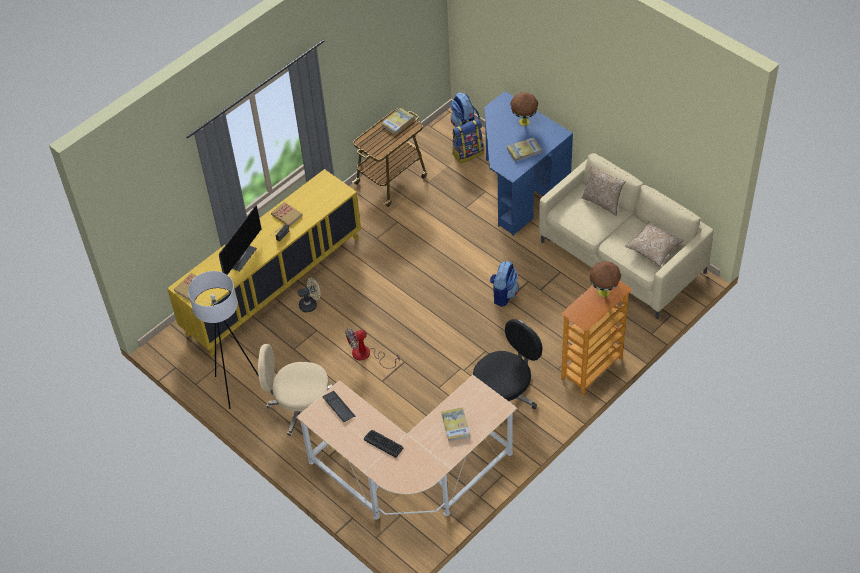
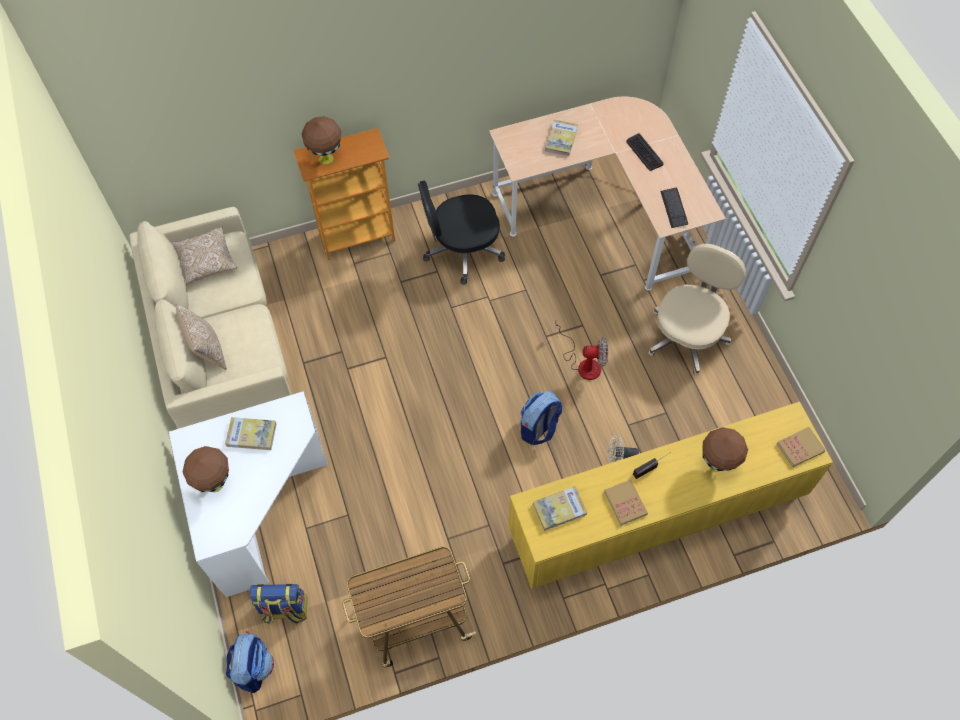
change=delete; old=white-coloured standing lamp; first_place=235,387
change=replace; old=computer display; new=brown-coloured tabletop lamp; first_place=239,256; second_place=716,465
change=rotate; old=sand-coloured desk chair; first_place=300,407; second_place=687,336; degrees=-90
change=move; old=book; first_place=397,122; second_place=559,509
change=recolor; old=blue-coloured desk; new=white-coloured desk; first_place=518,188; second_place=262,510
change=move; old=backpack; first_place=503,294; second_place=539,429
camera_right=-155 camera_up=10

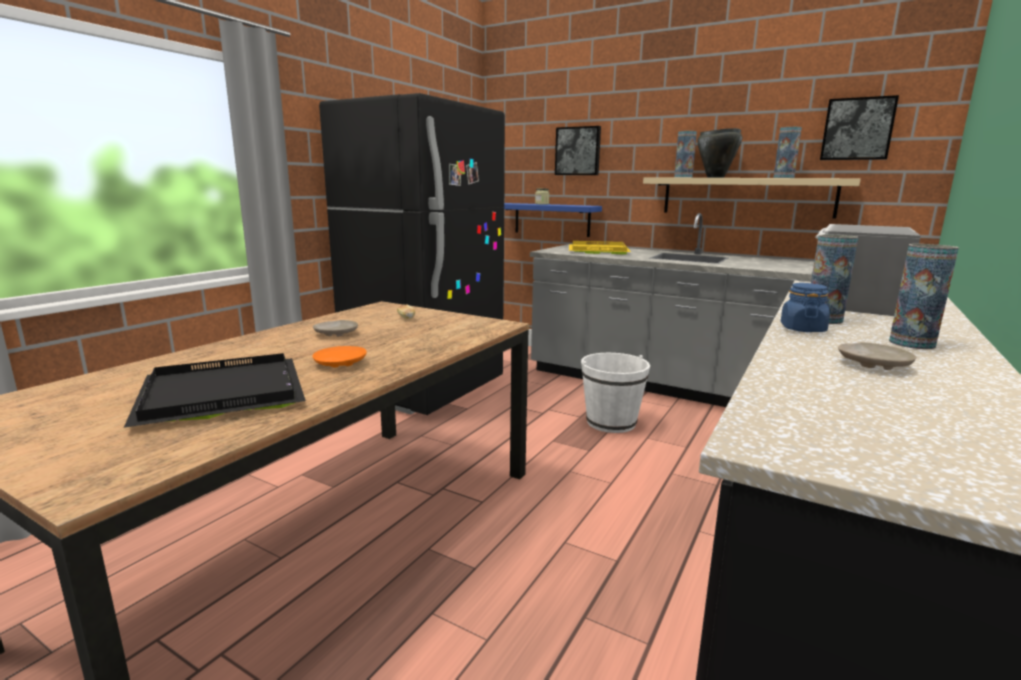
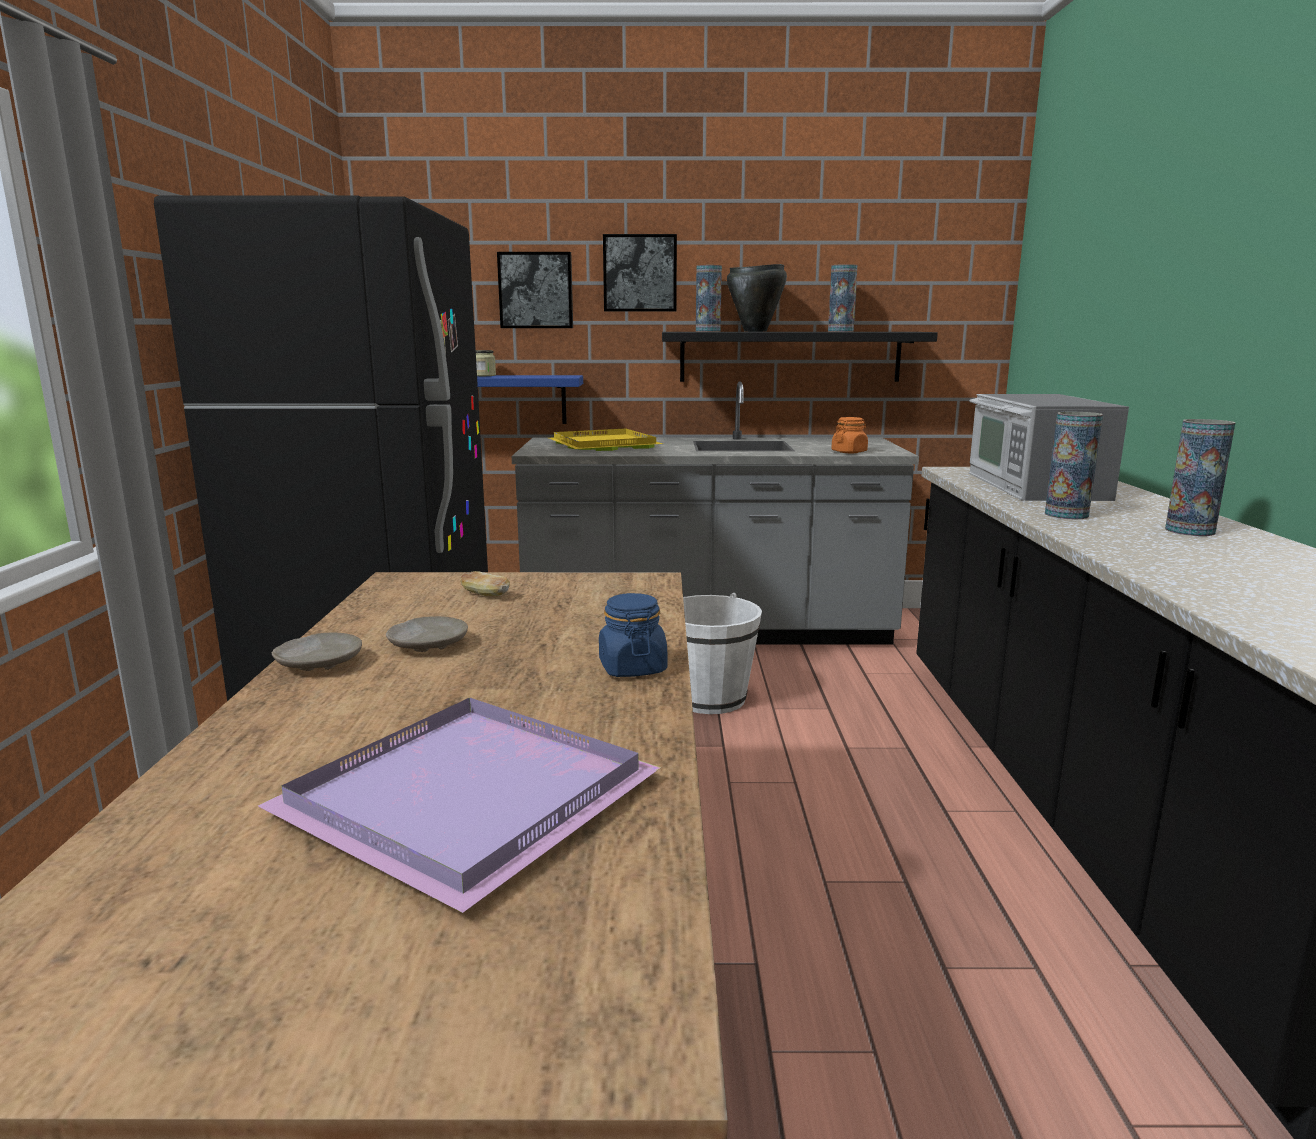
change=recolor; old=black-coloured serving tray; new=purplish serving tray; first_place=225,394; second_place=476,797
change=delete; old=orange-coloured dinner plate; first_place=340,364
change=recolor; old=sand-coloured wall shelf; new=black-coloured wall shelf; first_place=746,197; second_place=790,356
change=move; old=blue-coloured storage jar; first_place=802,329; second_place=632,668
change=move; old=wall picture; first_place=857,129; second_place=640,273
change=move; old=sand-coloured dinner plate; first_place=873,364; second_place=320,663
change=insert; new=orange-coloured storage jar; second_place=849,452
camera_right=-30 camera_up=0

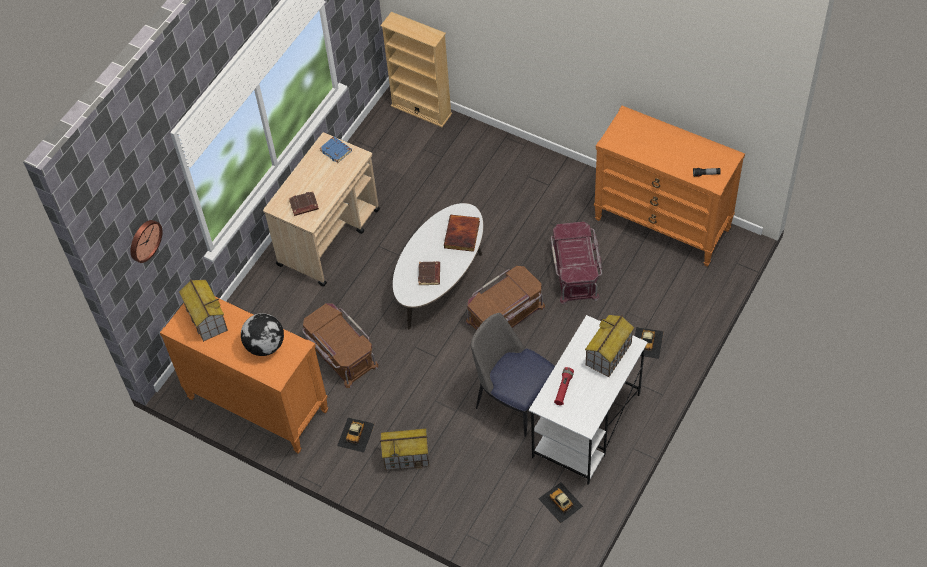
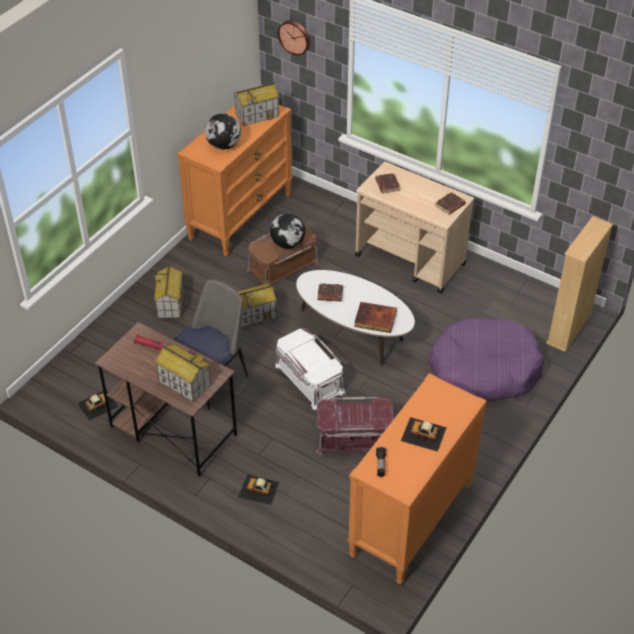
change=recolor; old=blue-coloured book; new=brown-coloured book; first_place=336,151; second_place=450,205
change=move; old=toy car; first_place=356,434; second_place=423,434
change=recolor; old=brown-coloured storage bin; new=white-coloured storage bin; first_place=505,314; second_place=308,379
change=recolor; old=white-coloured desk; new=brown-coloured desk; first_place=586,426; second_place=172,430
change=insert; new=toy house; second_place=254,314
change=insert; new=world globe; second_place=288,243
change=insert; new=purplish dog bed; second_place=484,369
camera_right=90 camera_up=-10

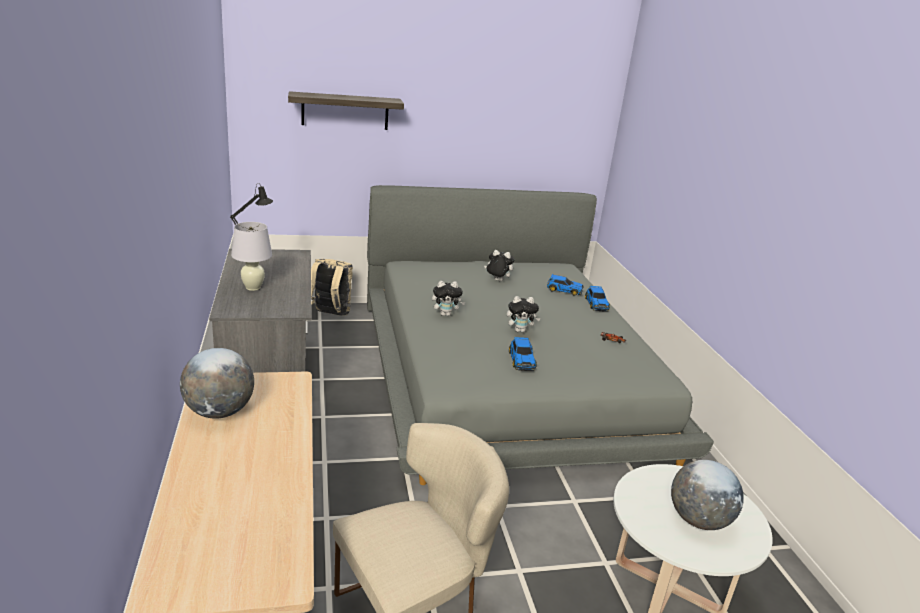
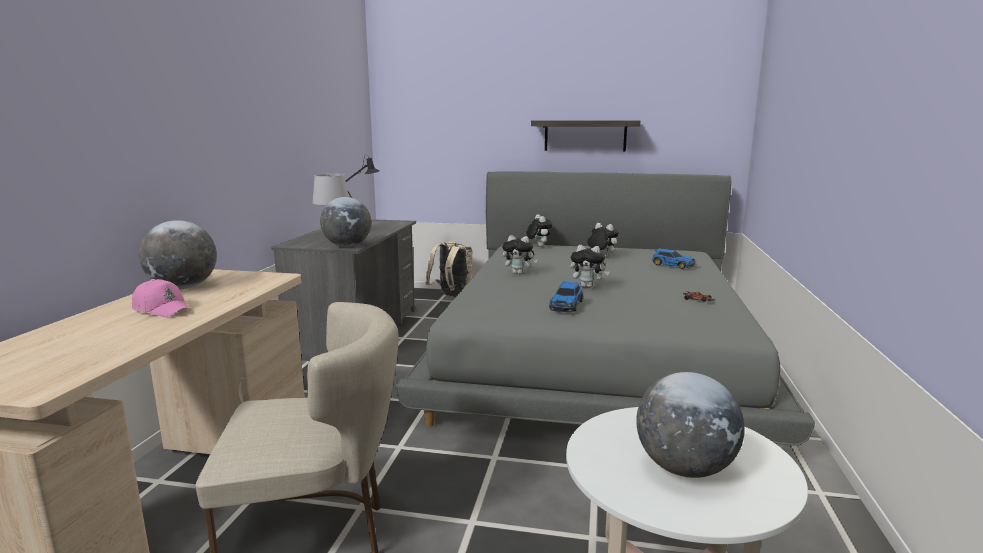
change=move; old=wall shelf; first_place=345,111; second_place=585,135
change=delete; old=toy car; first_place=596,304
change=insert; new=pinkish cap; second_place=162,309
change=insert; new=world globe; second_place=347,246
change=insert; new=cuddly toy; second_place=538,246
camera_right=25 camera_up=-10

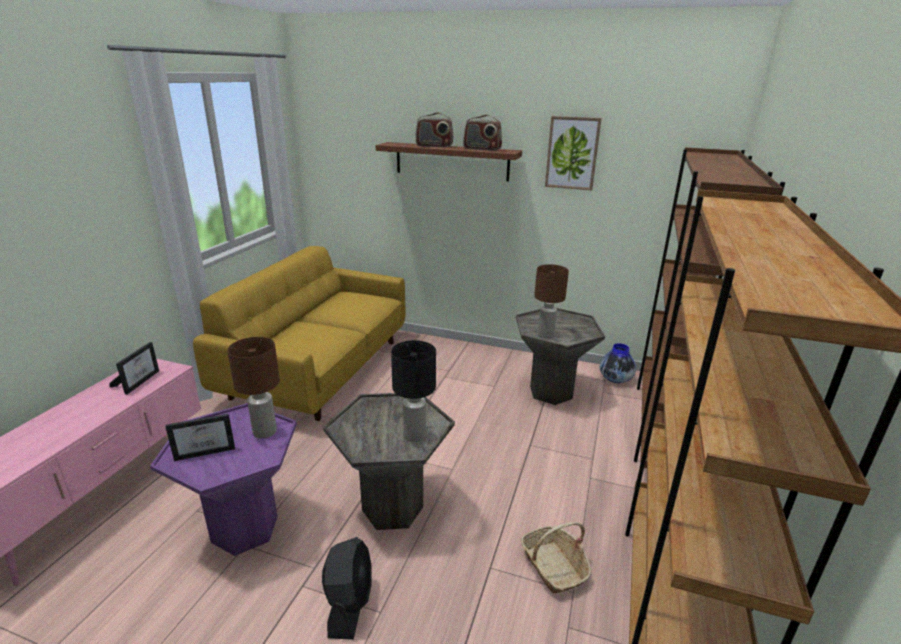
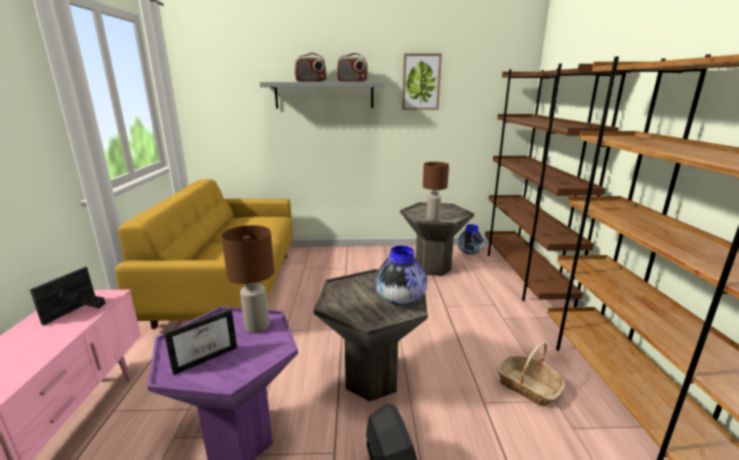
change=rotate; old=photo frame; first_place=139,381; second_place=73,313; degrees=-150
change=recolor; old=brown-coloured wall shelf; new=gray wall shelf; first_place=451,161; second_place=324,95
change=replace; old=black-coloured tabletop lamp; new=decorative vase; first_place=415,435; second_place=400,299
camera_right=-20 camera_up=-5

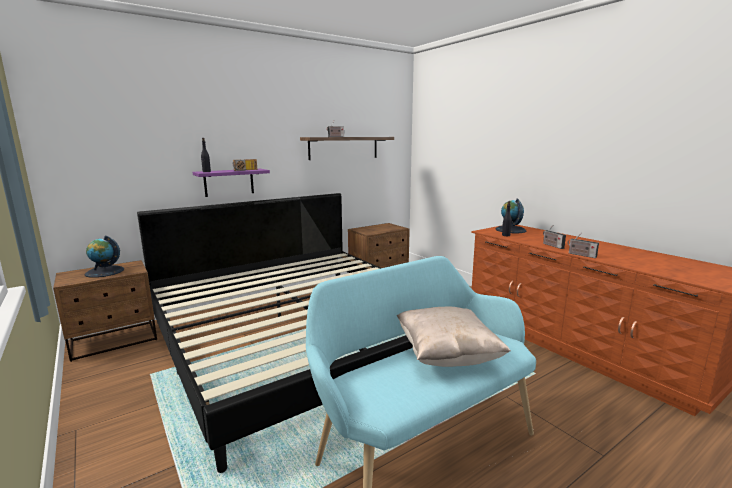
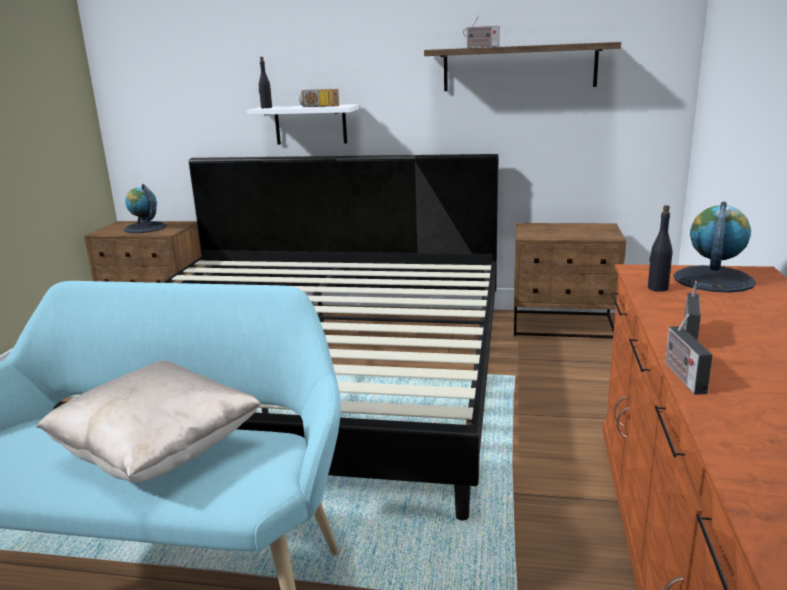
change=recolor; old=purplish wall shelf; new=white-coloured wall shelf; first_place=229,182; second_place=310,124
camera_right=45 camera_up=5

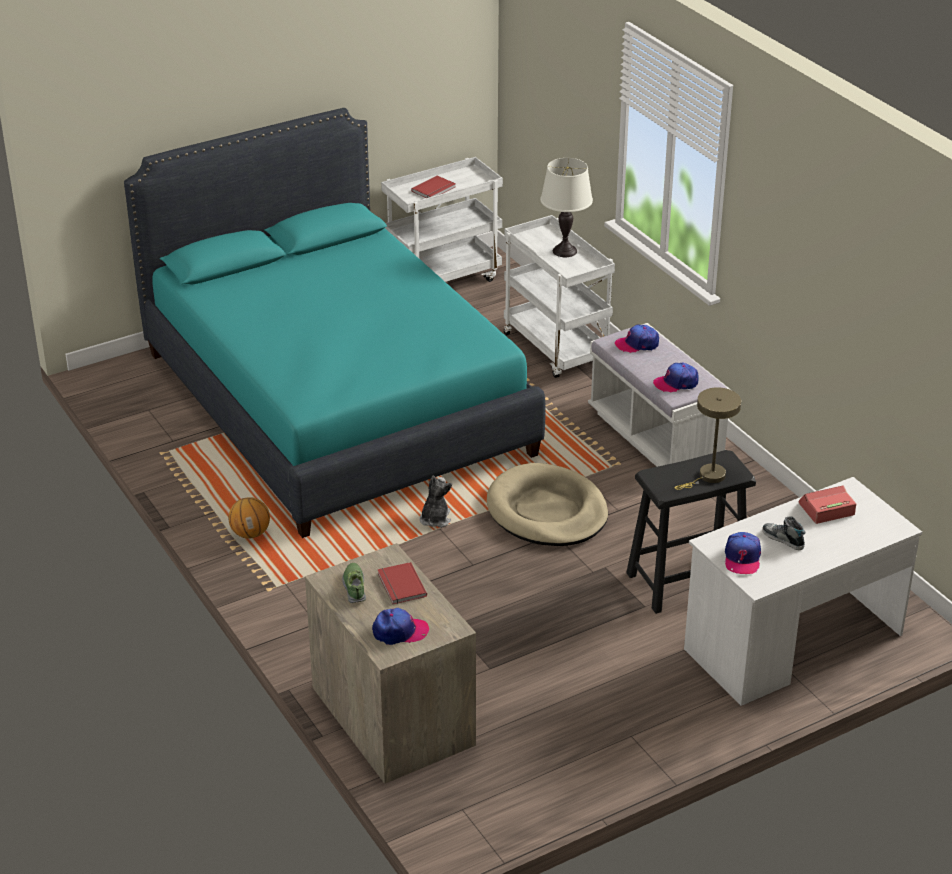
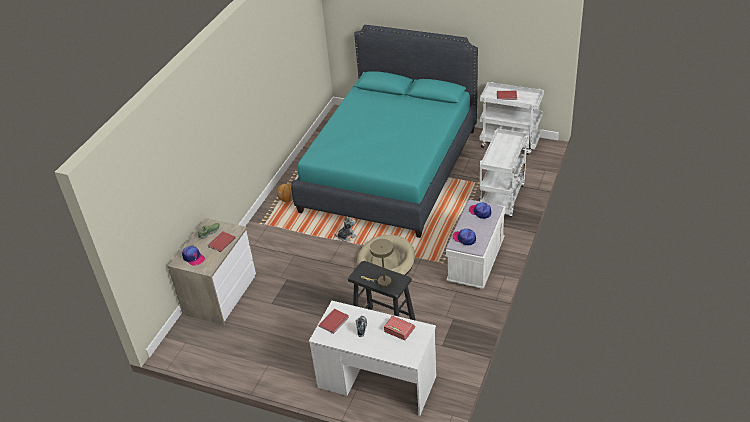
change=delete; old=white-coloured tabletop lamp; first_place=564,251
change=replace; old=cap; new=red-coloured book; first_place=742,558; second_place=334,322
camera_right=55 camera_up=5

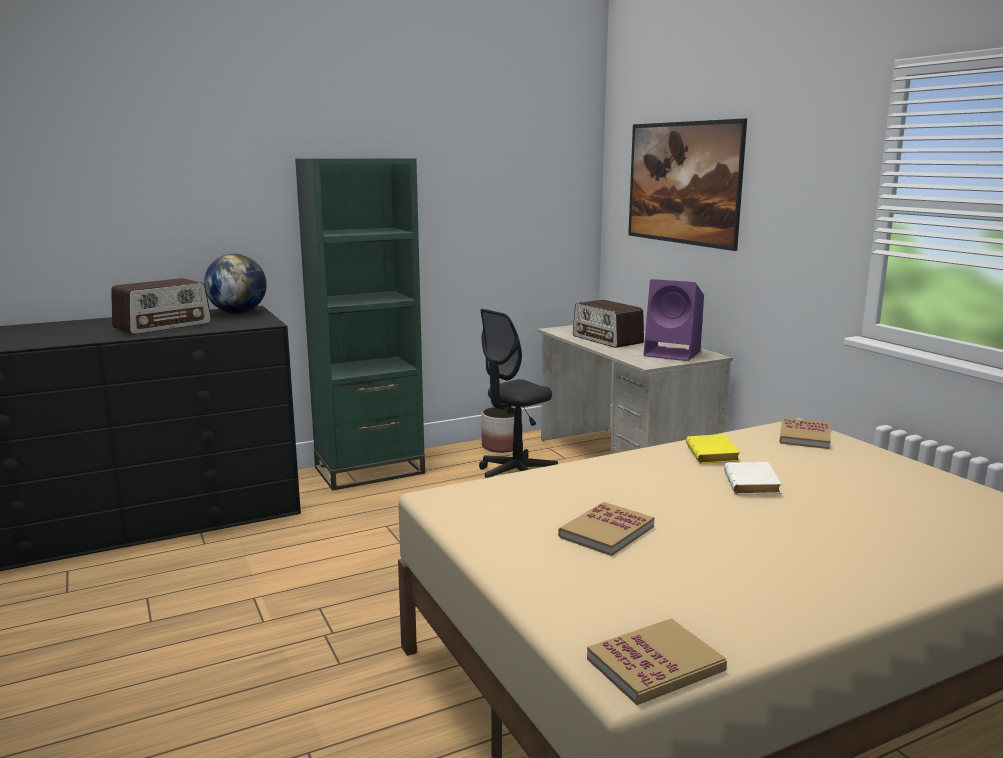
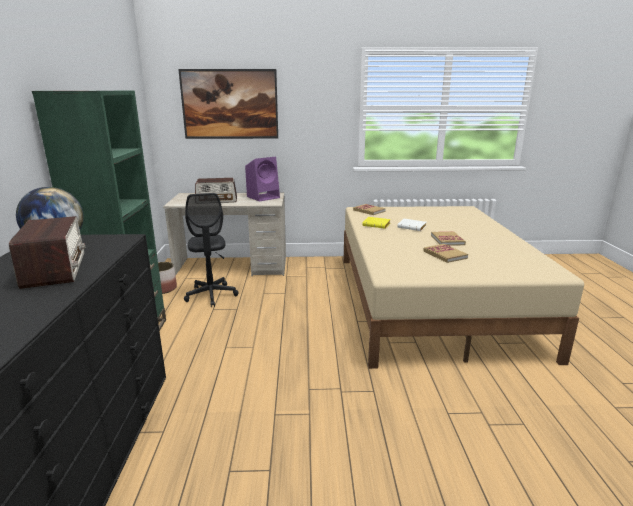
change=move; old=book; first_place=655,665; second_place=447,240
camera_right=-65 camera_up=5

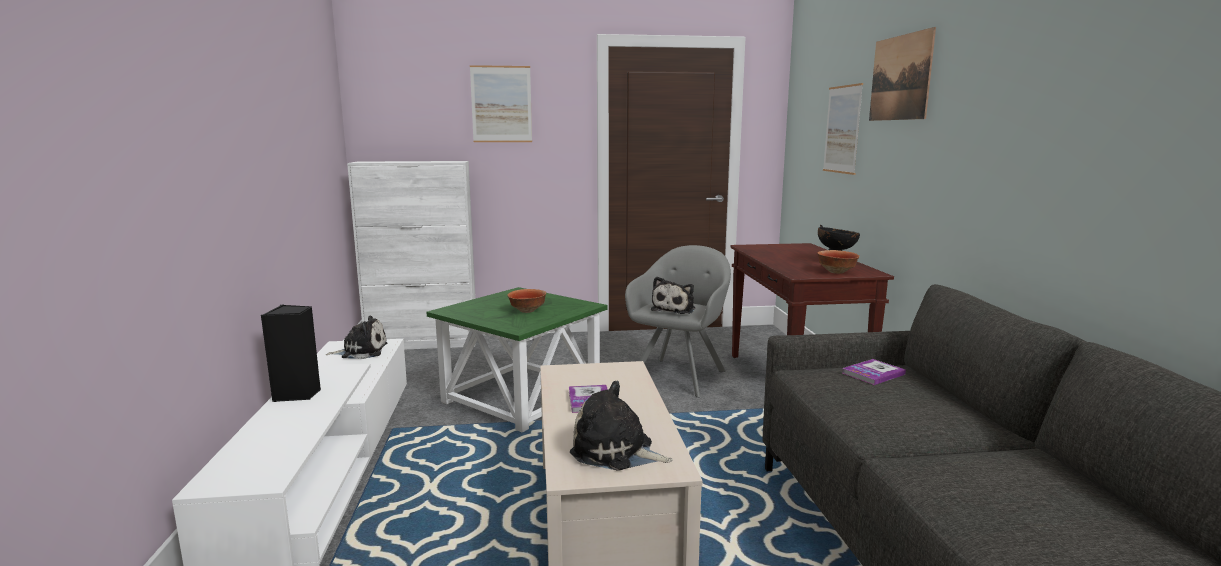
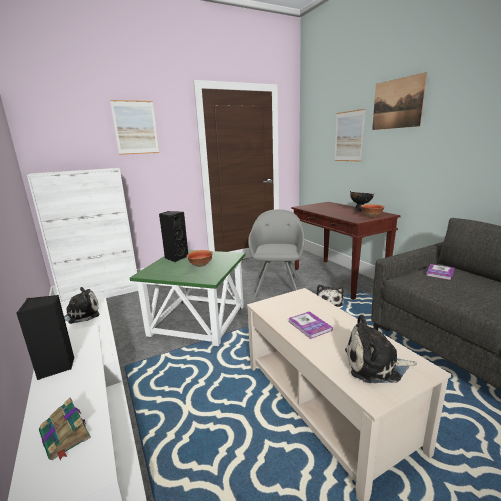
change=move; old=cuddly toy; first_place=675,309; second_place=328,301
change=insert; new=book; second_place=65,436
change=insert; new=black-coloured loudspeaker; second_place=176,258
camera_right=-20 camera_up=5

